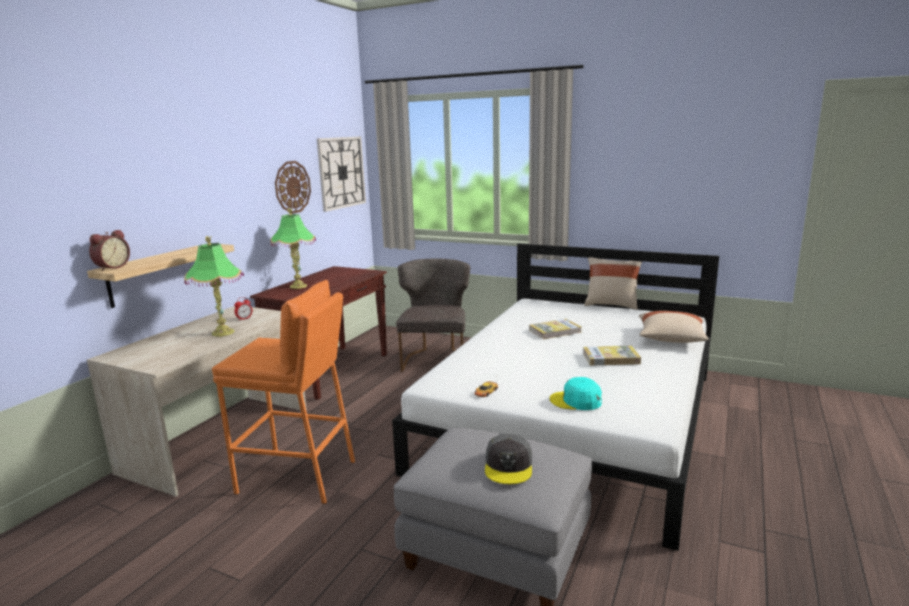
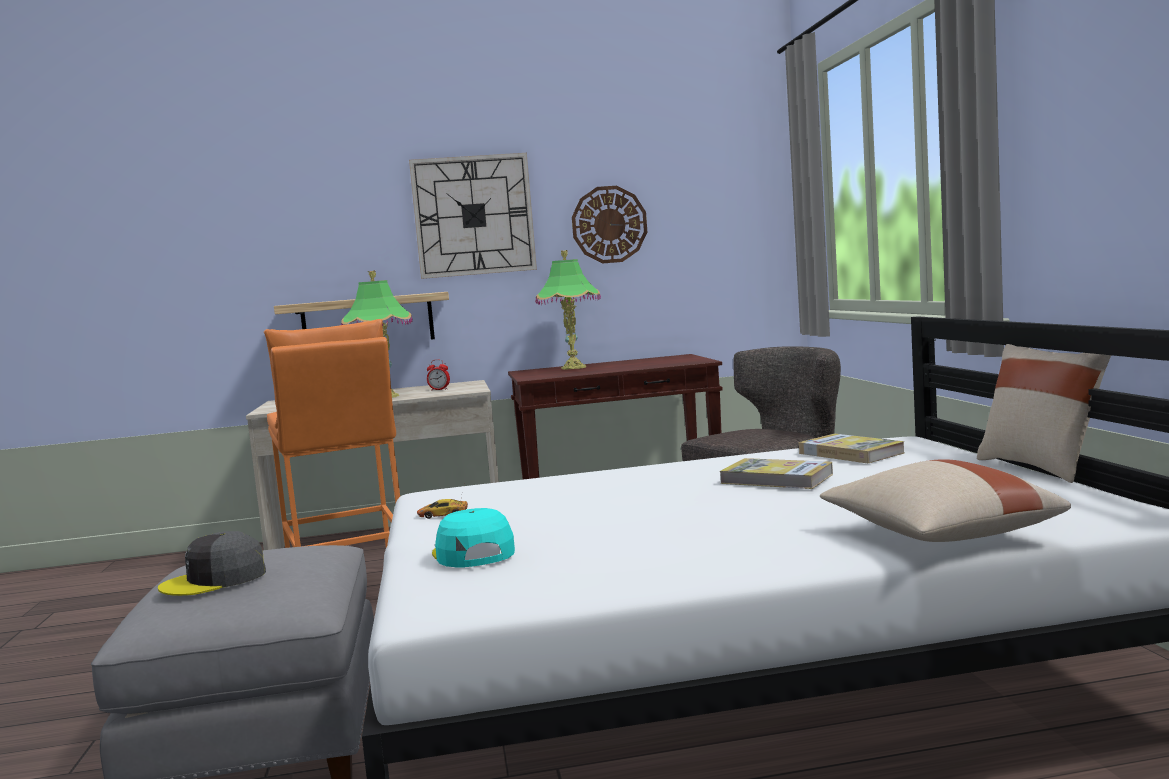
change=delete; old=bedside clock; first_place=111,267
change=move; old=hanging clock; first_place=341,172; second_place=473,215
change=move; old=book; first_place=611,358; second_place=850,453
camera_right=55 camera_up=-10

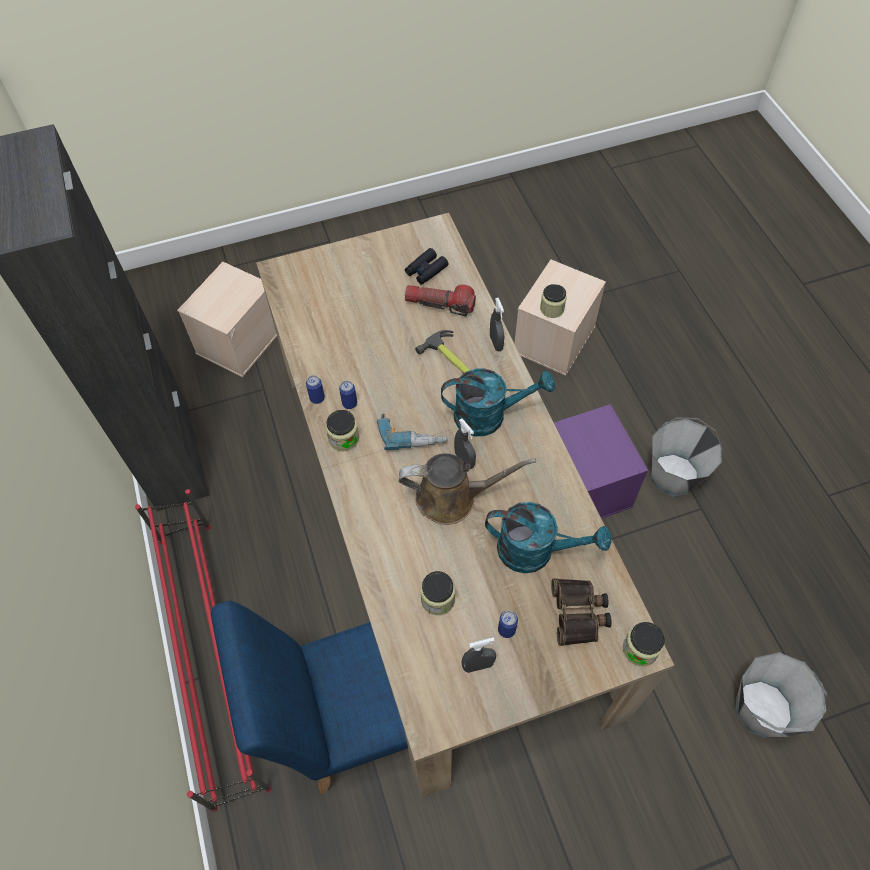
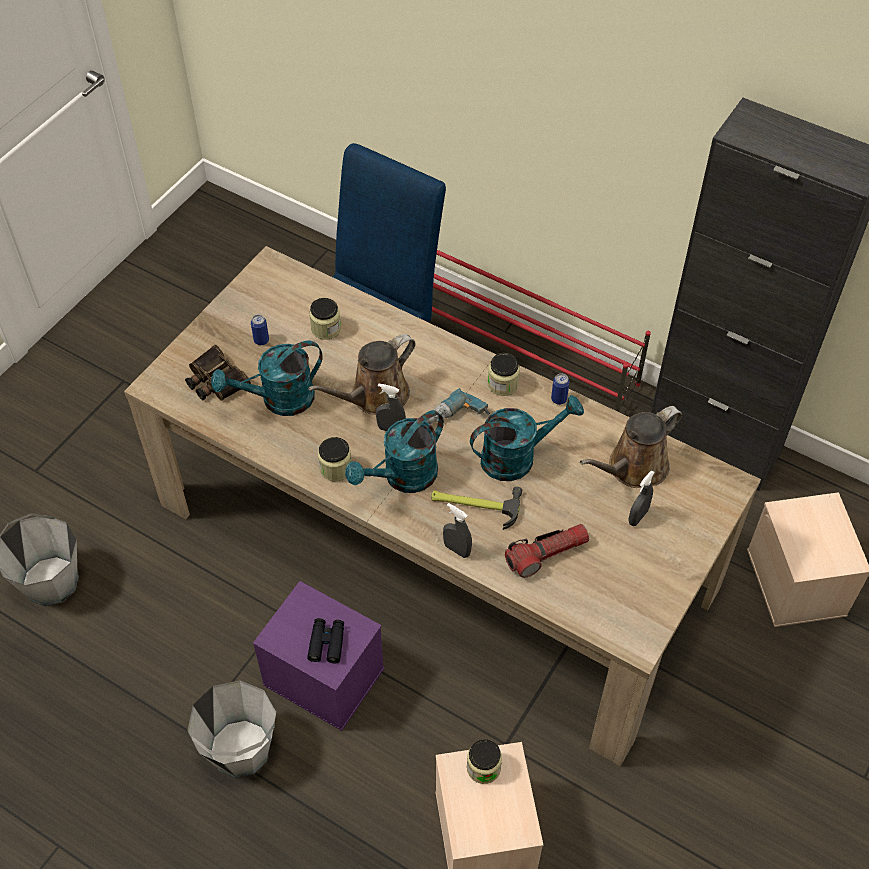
change=delete; old=metal can; first_place=349,403
change=move; old=black-coloured pair of binoculars; first_place=426,270; second_place=327,643
change=move; old=gray hand sprayer; first_place=478,665; second_place=638,517
change=move; old=storage jar; first_place=640,649; second_place=336,468
change=insert; new=turquoise-coloured sprinkling can; second_place=517,456
change=insert; new=brown-coloured sprinkling can; second_place=633,468
camera_right=140 camera_up=-5

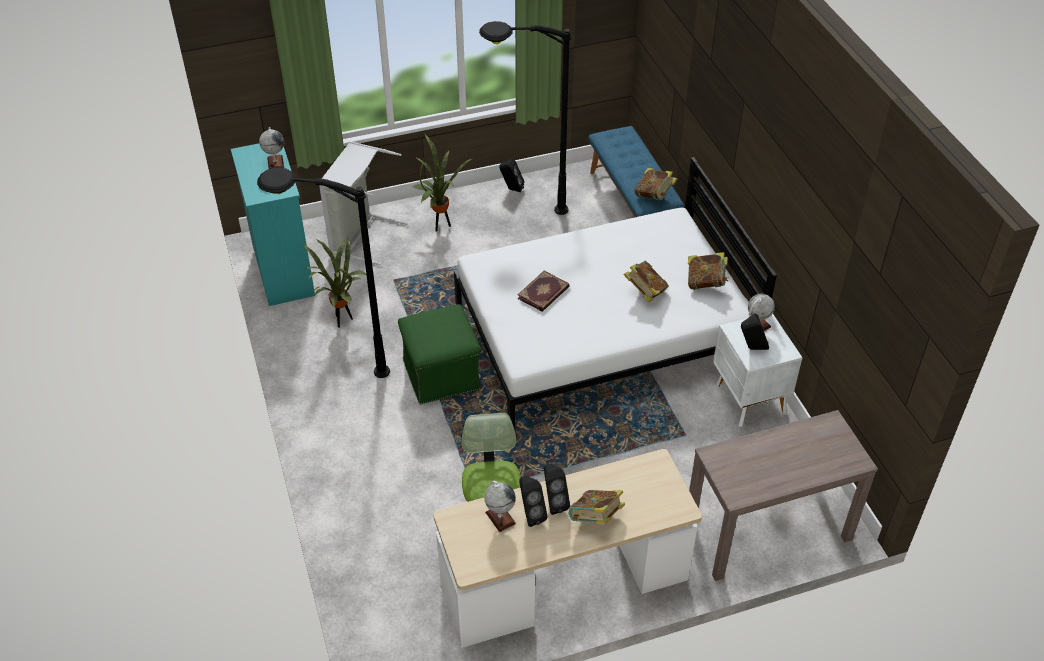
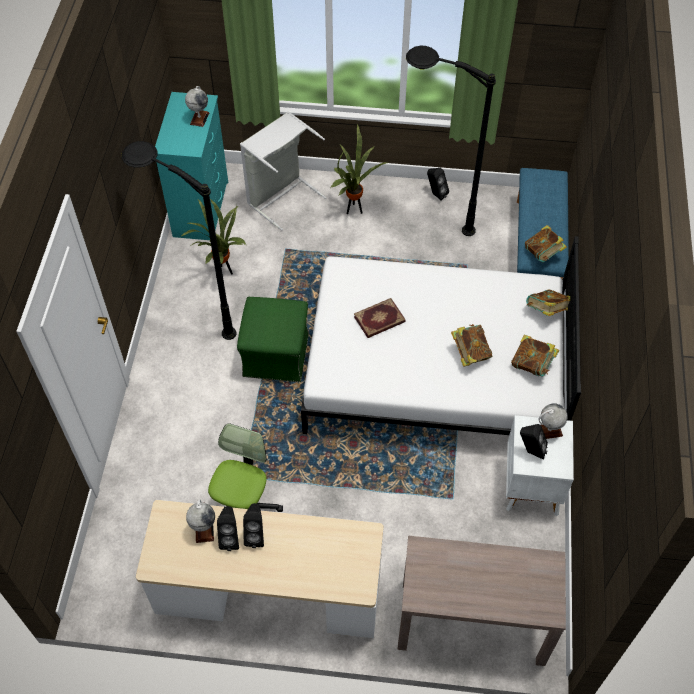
change=move; old=book; first_place=595,519; second_place=546,312
camera_right=25 camera_up=10

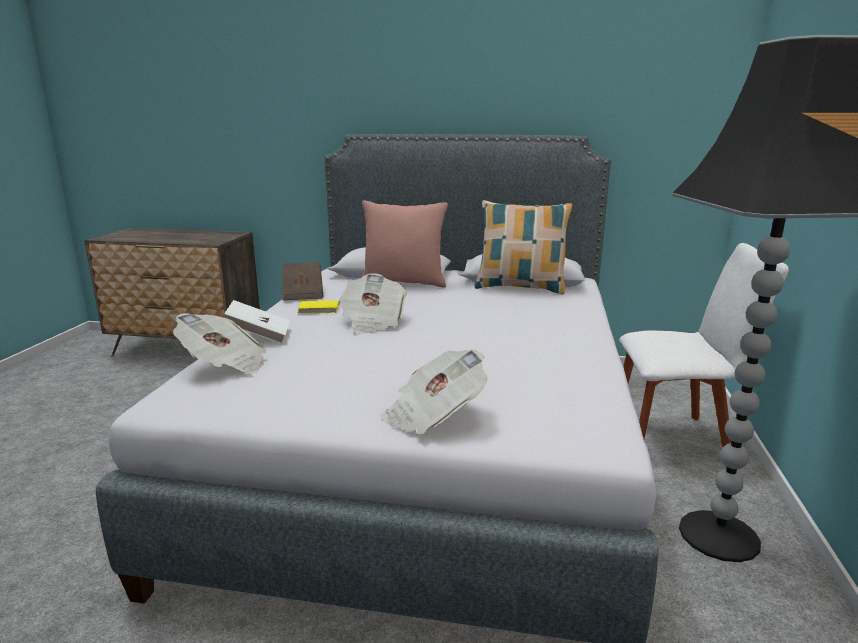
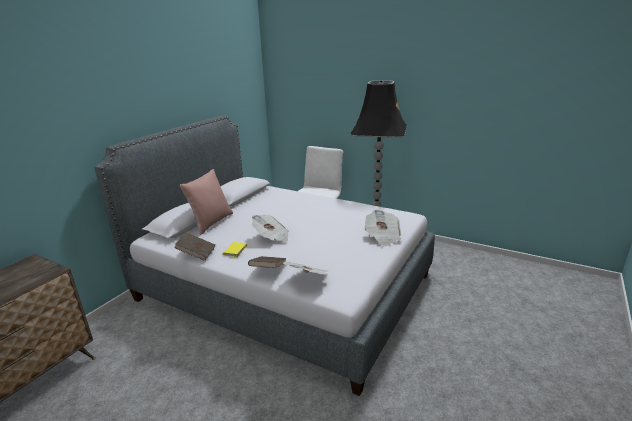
change=recolor; old=white-coloured book; new=brown-coloured book; first_place=258,336; second_place=268,270
change=delete; old=pillow; first_place=520,288
camera_right=-70 camera_up=5

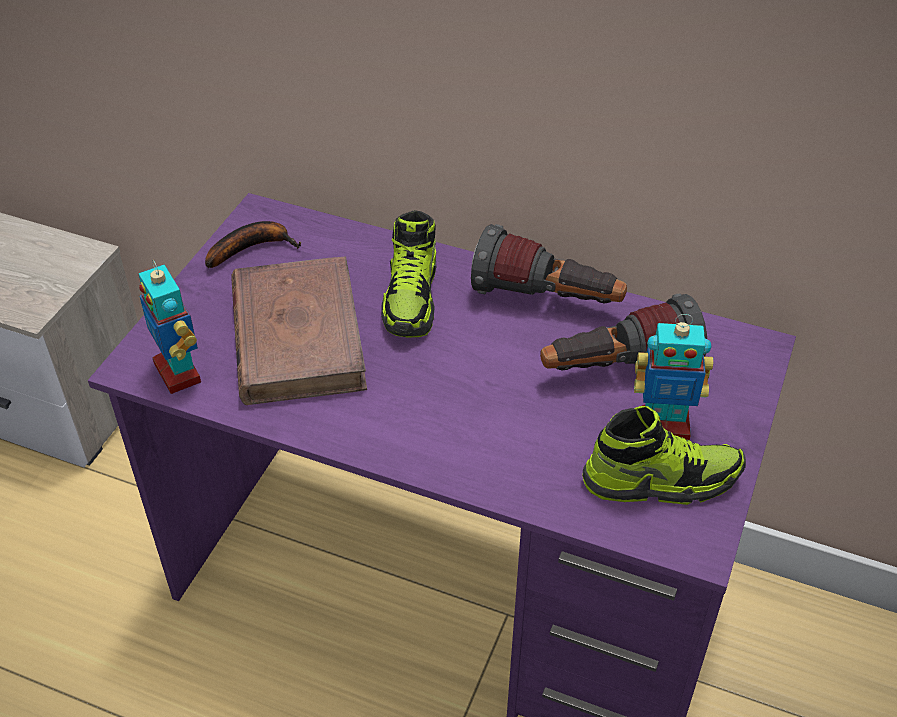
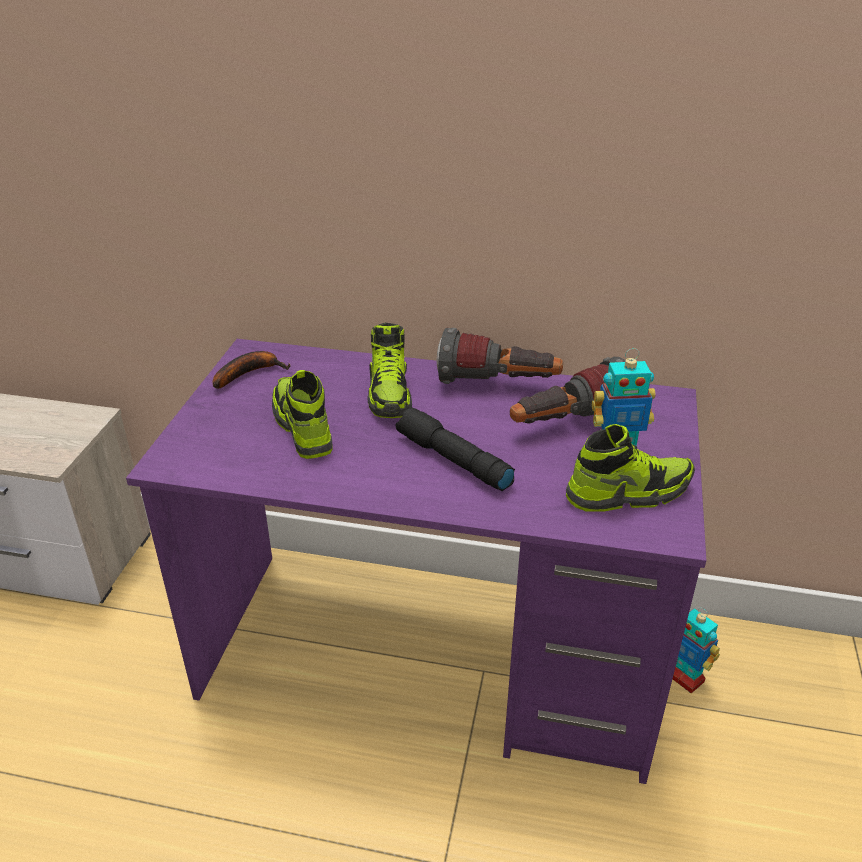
change=move; old=robot figure; first_place=179,372; second_place=685,677
change=replace; old=brown-coloured book; new=shoe; first_place=298,336; second_place=302,428
change=insert; new=black-coloured flashlight; second_place=452,460
camera_right=-10 camera_up=-10

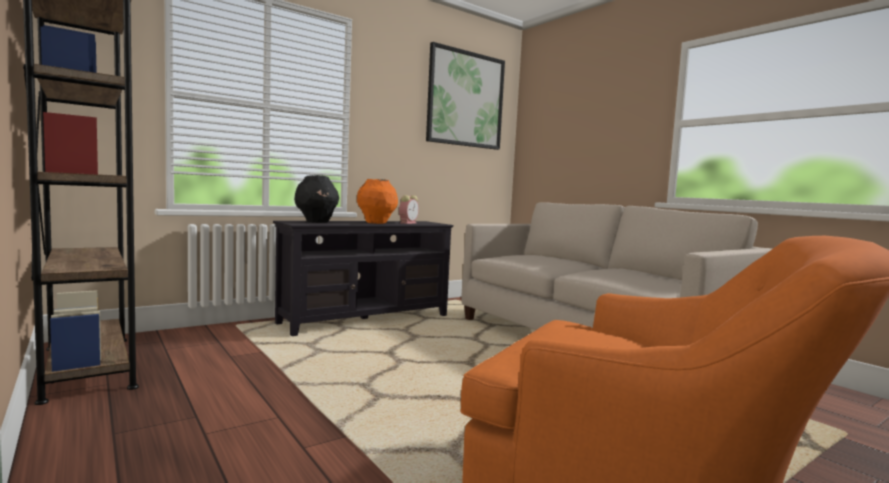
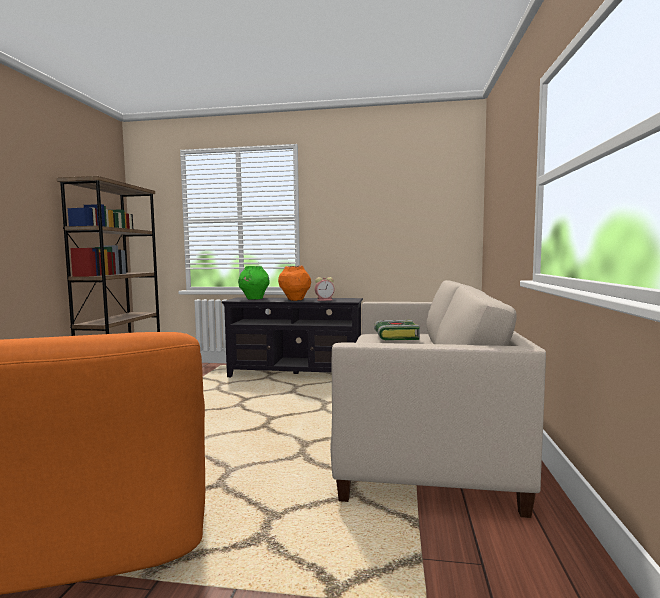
change=recolor; old=black-coloured decorative vase; new=greenish decorative vase; first_place=316,222; second_place=254,299
change=delete; old=wall picture; first_place=465,99
change=insert; new=book; second_place=395,336
camera_right=45 camera_up=0

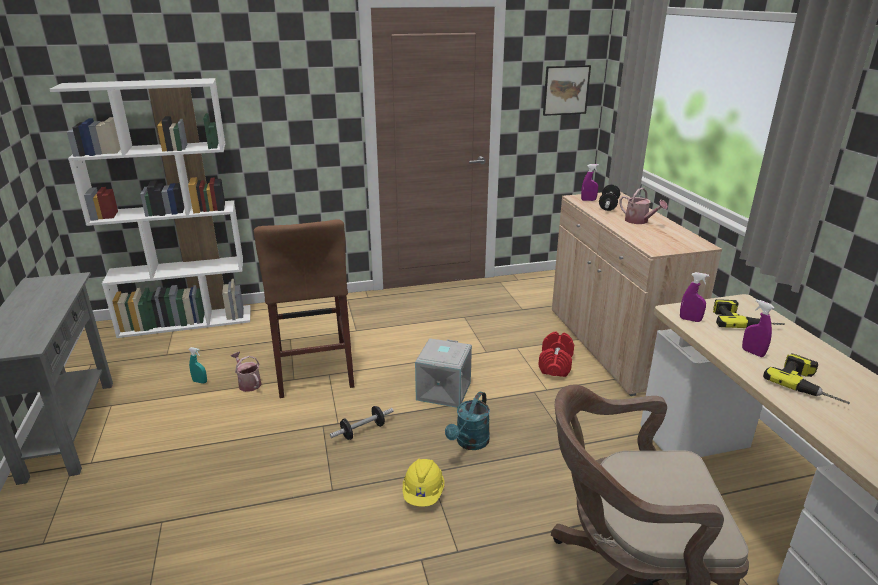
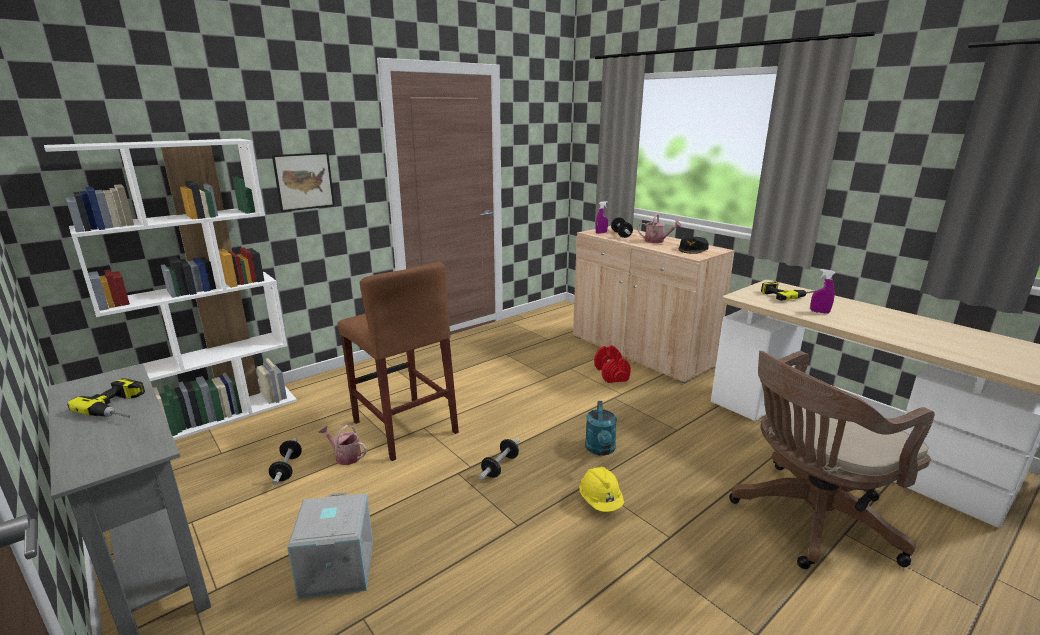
change=replace; old=turquoise-coloured hand sprayer; new=hand weight; first_place=200,382; second_place=287,469
change=move; old=gray storage bin; first_place=442,390; second_place=336,568
change=move; old=wall picture; first_place=566,90; second_place=304,181
change=delete; old=purplish hand sprayer; first_place=690,320
change=move; old=power drill; first_place=810,385; second_place=122,406
change=insert; new=black-coloured cap; second_place=693,249
camera_right=-25 camera_up=-5

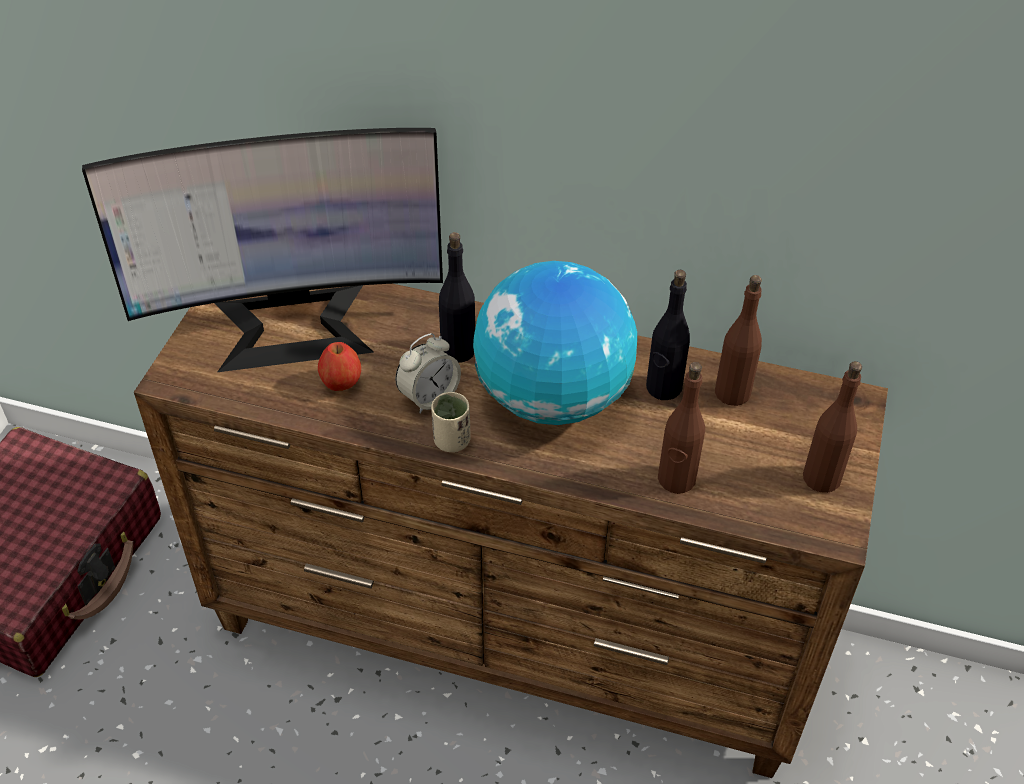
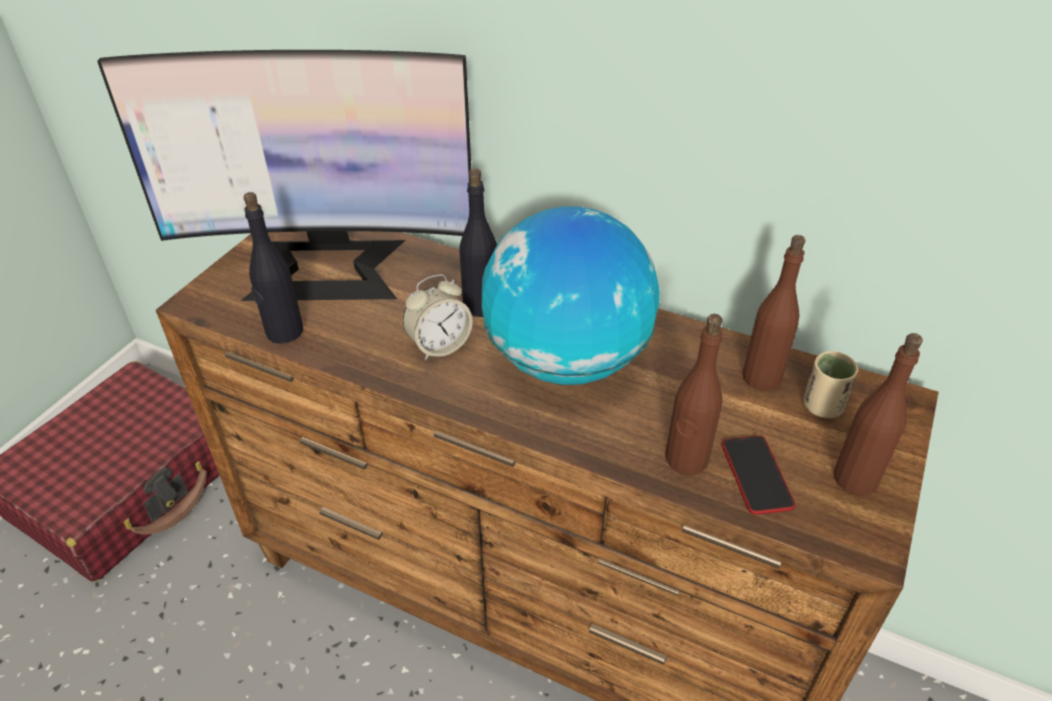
change=delete; old=apple; first_place=341,384
change=move; old=sand-coloured cup; first_place=451,441; second_place=822,406
change=move; old=black-coloured bottle; first_place=663,388; second_place=284,332
change=insert; new=phone; second_place=756,475
camera_right=10 camera_up=-5

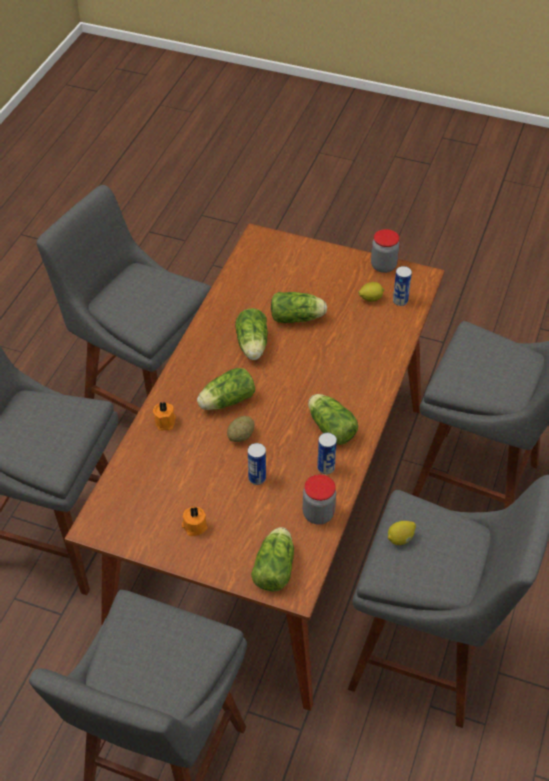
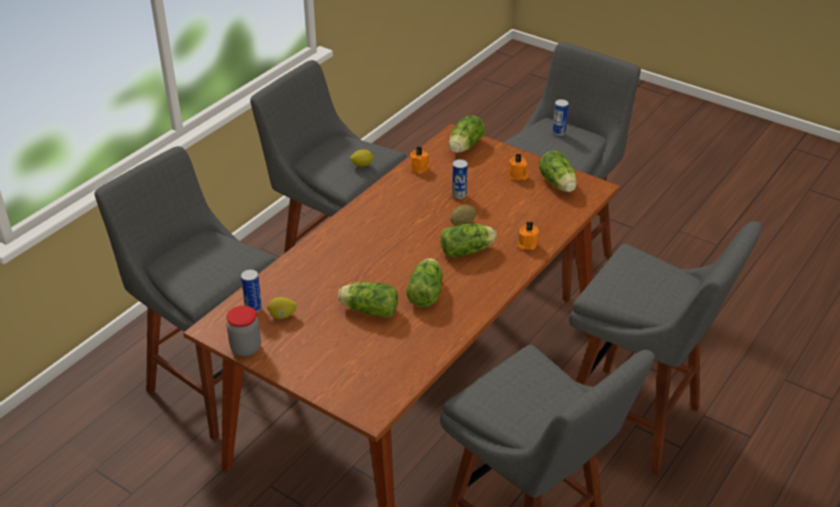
change=replace; old=storage jar; new=orange-coloured wax candle; first_place=318,514; second_place=420,168
change=move; old=head of lettuce; first_place=330,427; second_place=558,184
change=move; old=metal can; first_place=326,468; second_place=559,132
camera_right=-165 camera_up=-10

